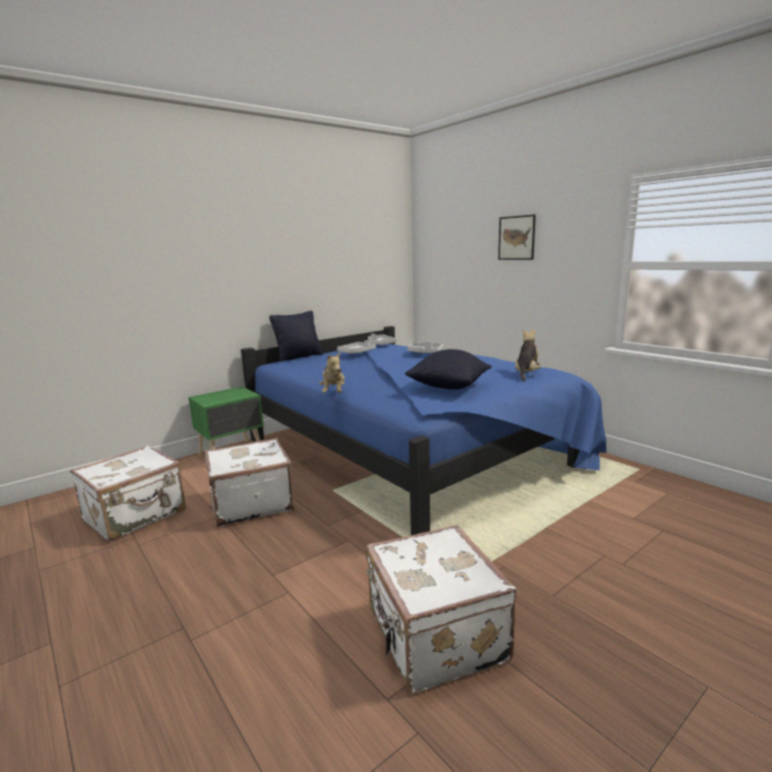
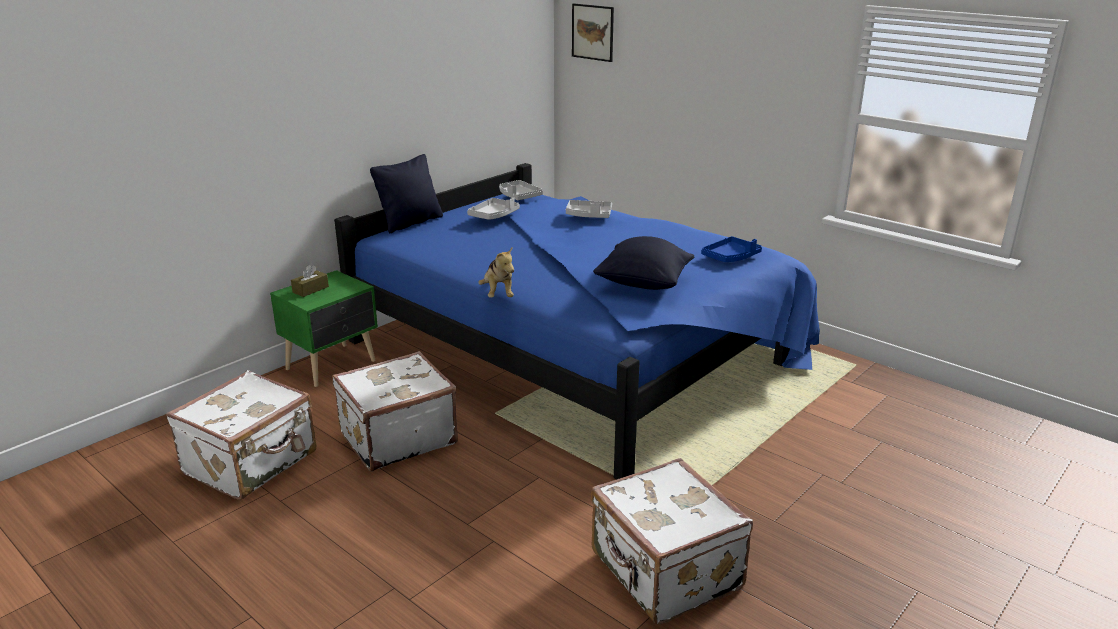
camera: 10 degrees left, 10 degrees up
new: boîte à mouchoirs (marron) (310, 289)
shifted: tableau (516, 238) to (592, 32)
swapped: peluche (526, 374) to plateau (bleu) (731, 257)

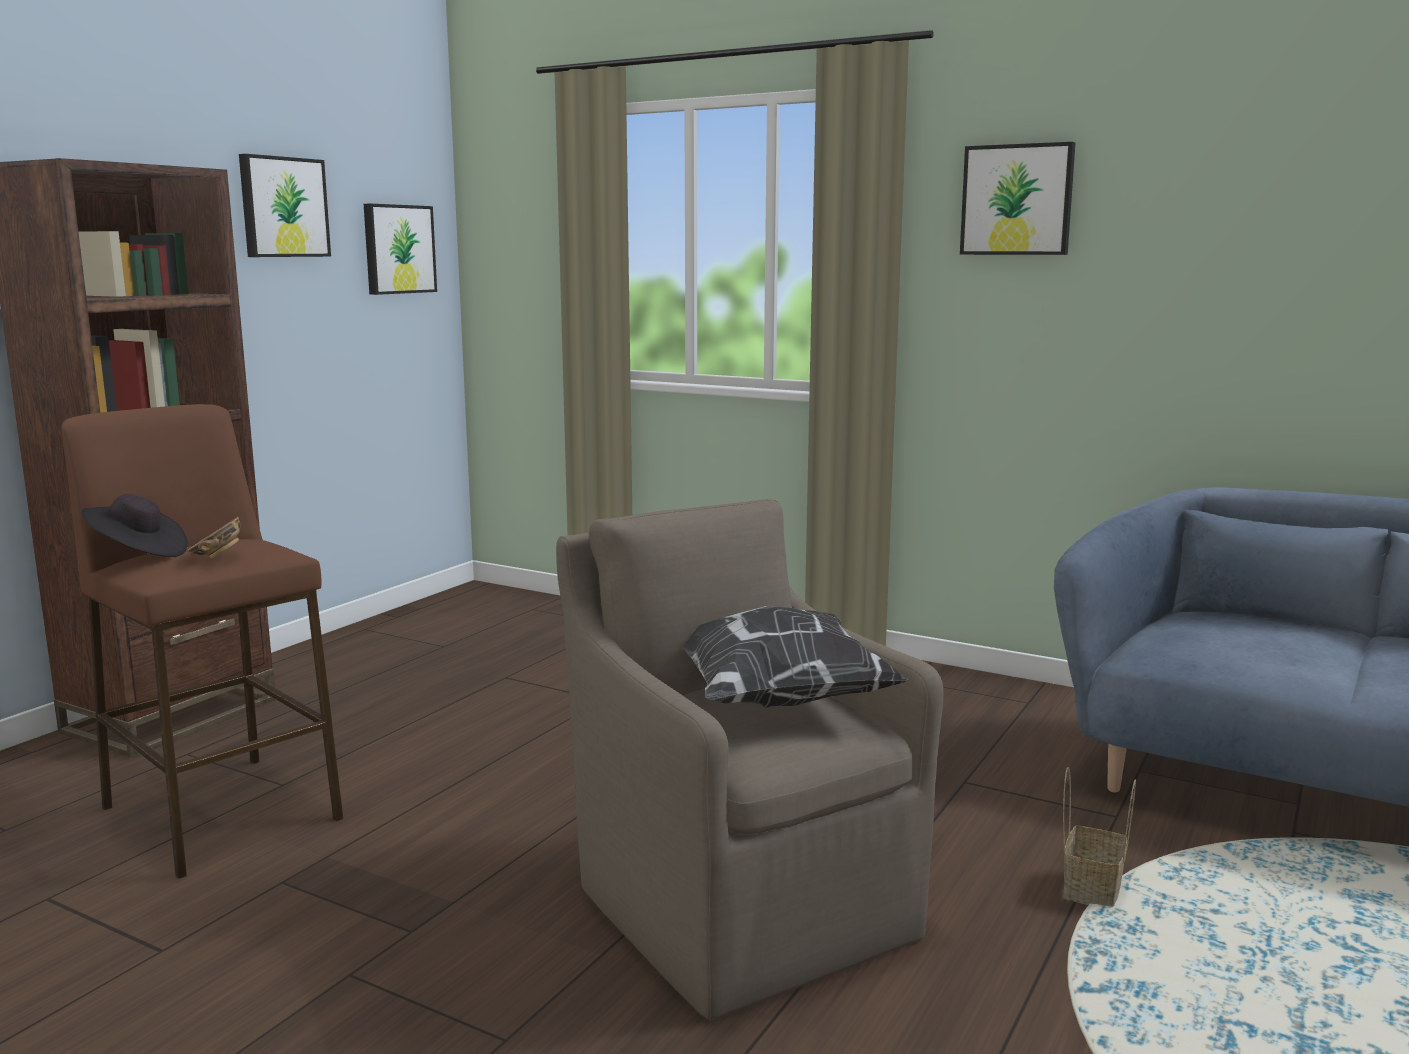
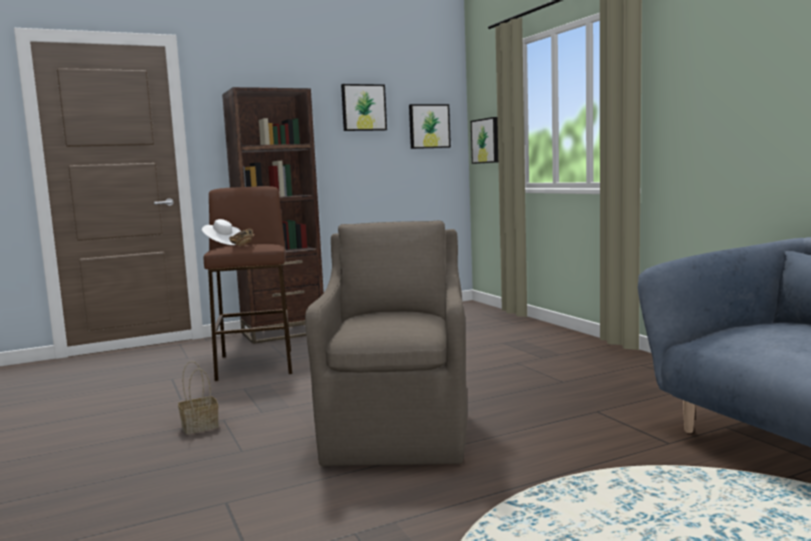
camera: 35 degrees right, 5 degrees down
gone: coussin (771, 700)
shifted: tableau (1017, 200) to (486, 141); panier (1091, 887) to (201, 426)
repainted: chapeau (noir) (138, 553) to chapeau (blanc) (223, 244)

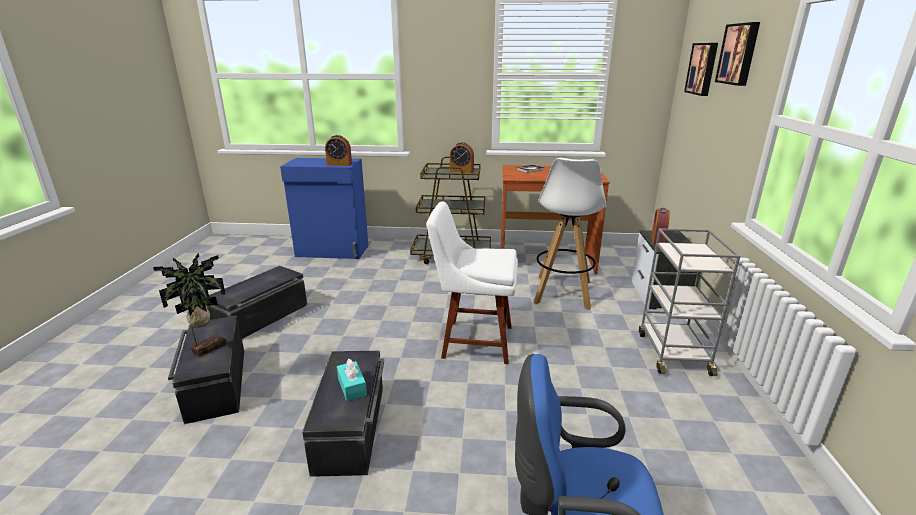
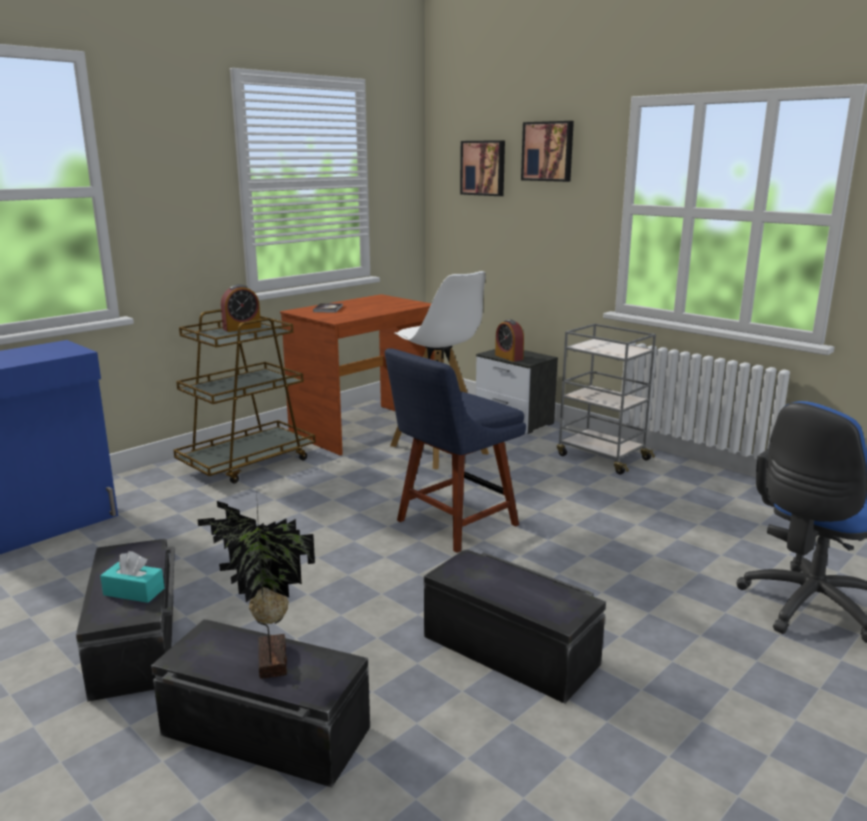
camera: 50 degrees left, 5 degrees down
gone: réveil (339, 164)
shifted: boîte à mouchoirs (turquoise) (352, 387) to (134, 592)
repainted: chaise (blanc) (473, 341) to chaise (bleu) (452, 524)

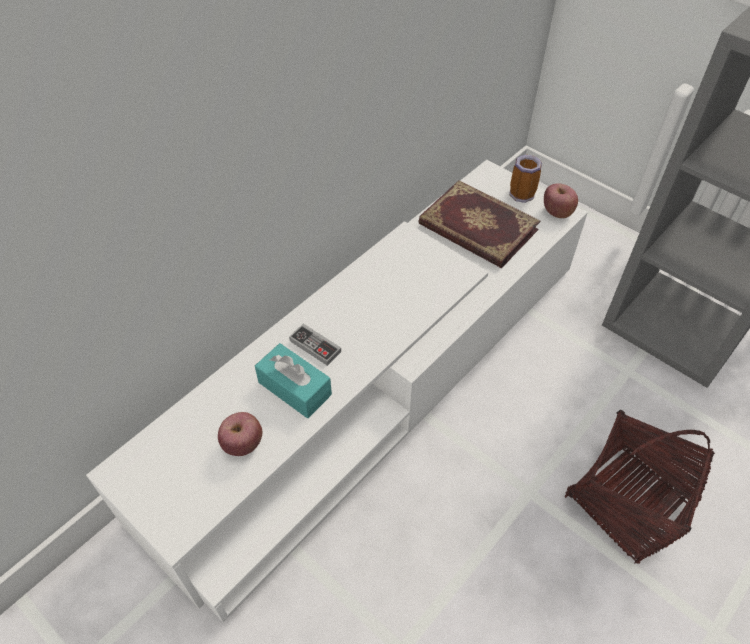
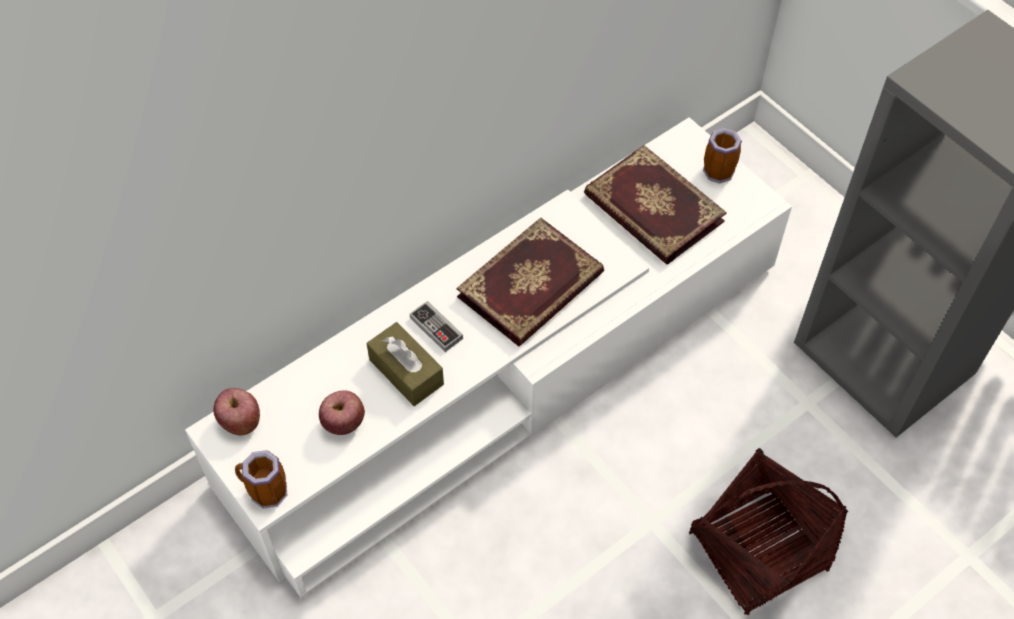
camera: 10 degrees right, 5 degrees up
new: mug (265, 493); livre (532, 286)
shifted: pomme (557, 212) to (241, 422)
repainted: boîte à mouchoirs (turquoise) (294, 388) to boîte à mouchoirs (marron) (406, 372)

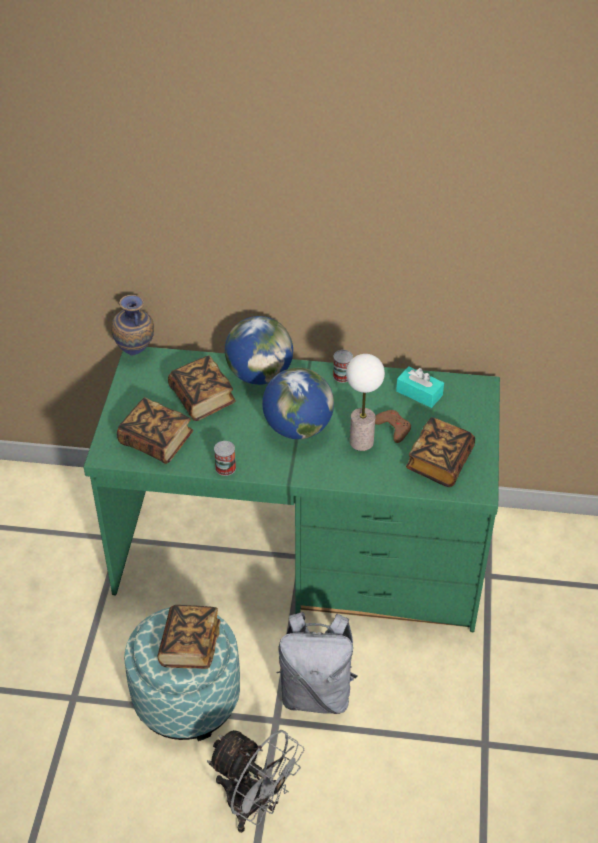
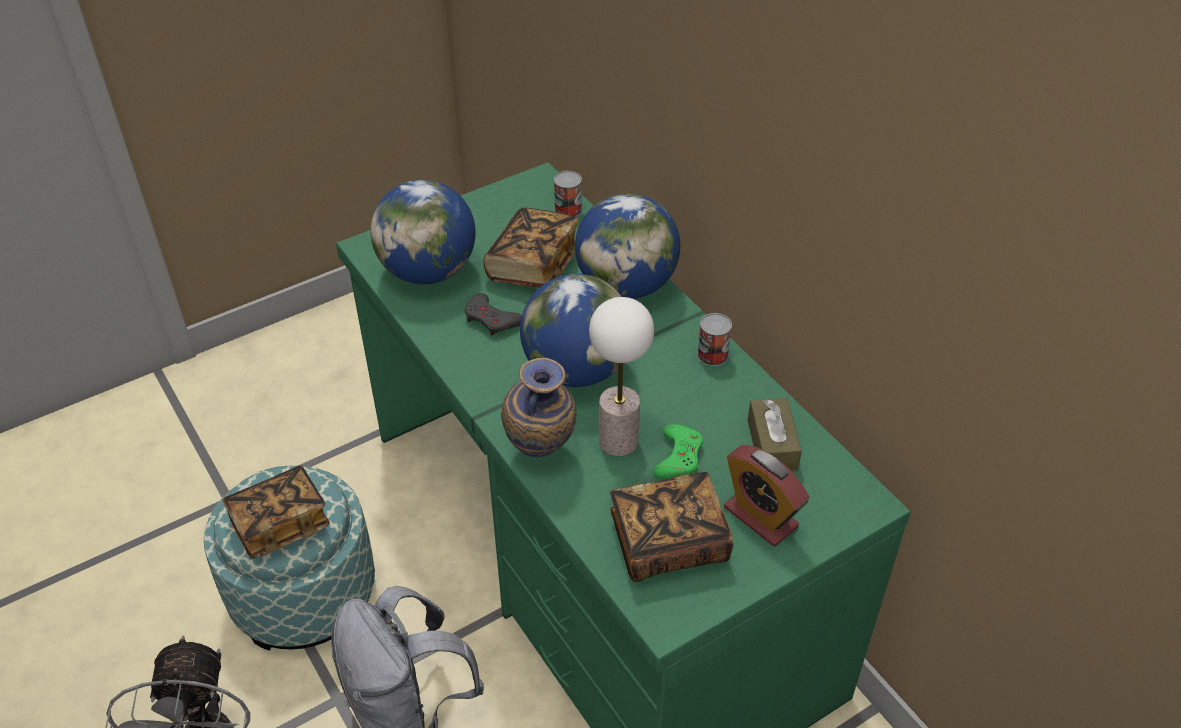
camera: 50 degrees right, 0 degrees up
new: manette (gris) (492, 319); réveil (760, 517)
shifted: vase (136, 353) to (541, 453); boîte métallique (225, 468) to (568, 209)
swapped: livre (156, 441) to globe (428, 271)
repainted: manette (marron) (393, 428) to manette (vert) (678, 457); boîte à mouchoirs (turquoise) (419, 393) to boîte à mouchoirs (marron) (772, 445)

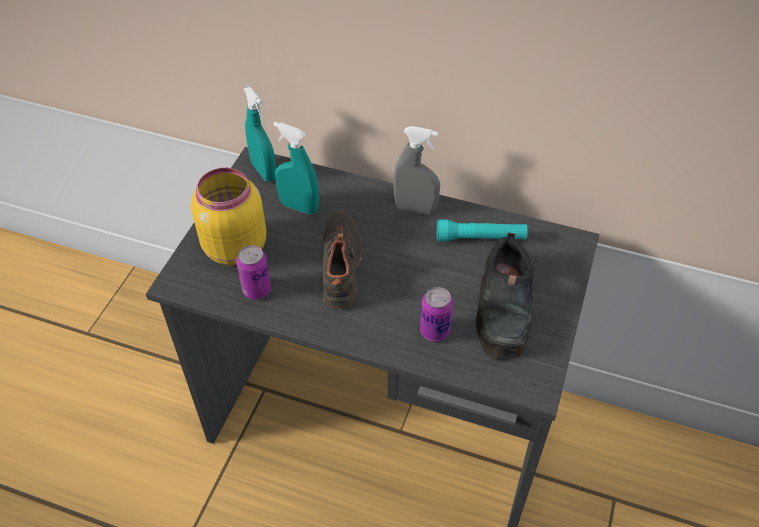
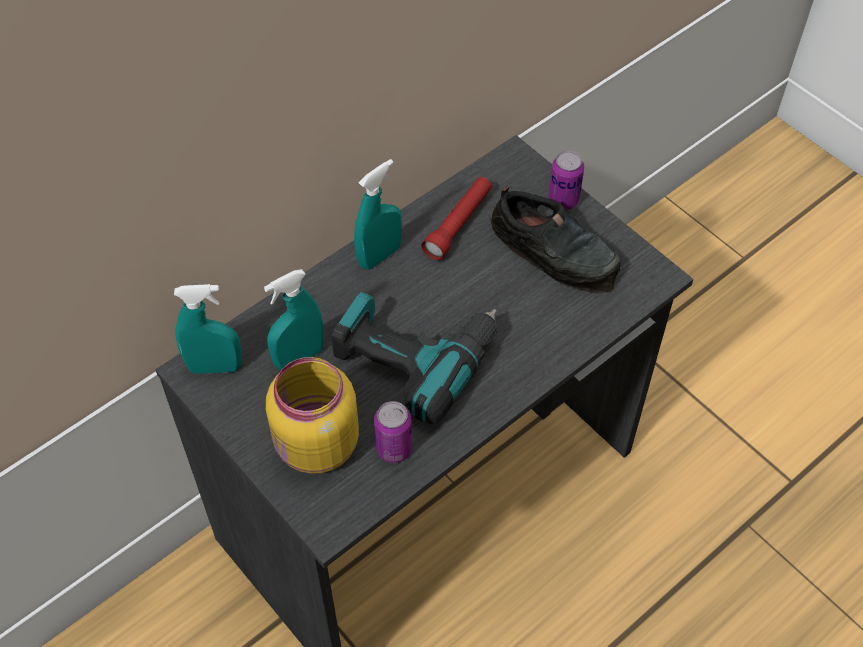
camera: 60 degrees left, 5 degrees up
shifted: boîte métallique (434, 331) to (563, 200)
swapped: chaussure (noir) (343, 266) to perceuse (414, 356)
repainted: vaporisateur (gris) (415, 208) to vaporisateur (turquoise) (379, 256); lampe de poche (turquoise) (480, 238) to lampe de poche (rouge) (458, 224)

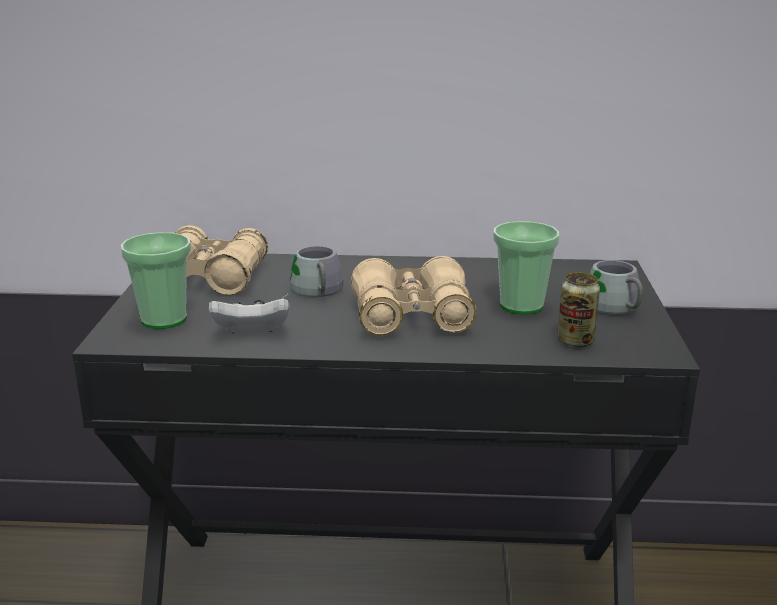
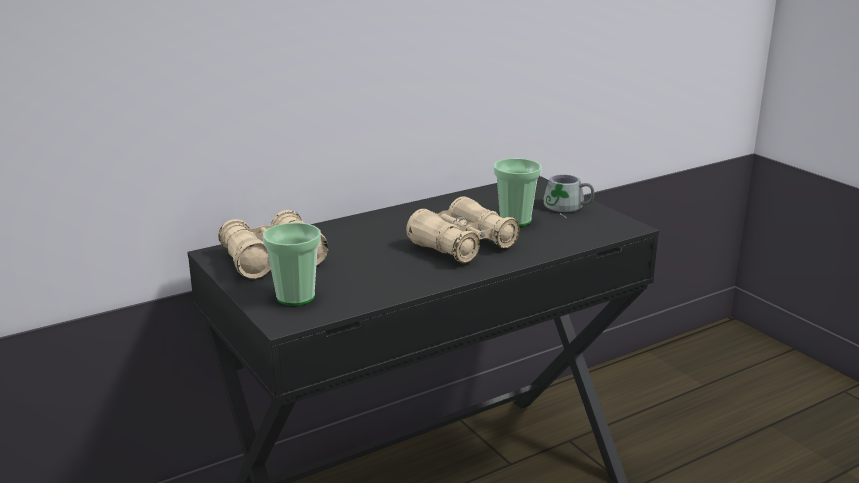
camera: 35 degrees left, 0 degrees up
gone: manette (blanc) (251, 333); mug (gris) (312, 291); boîte métallique (575, 341)

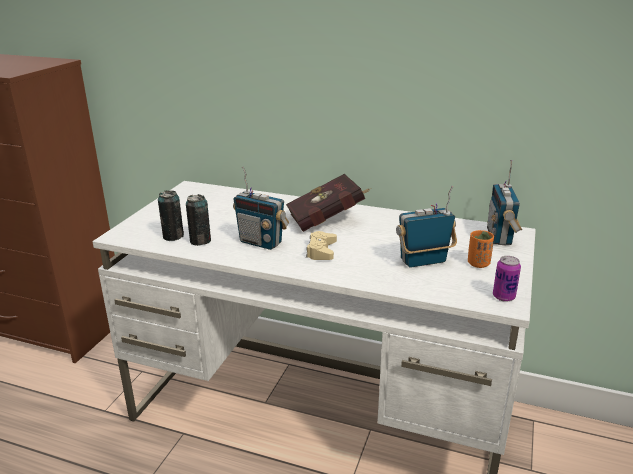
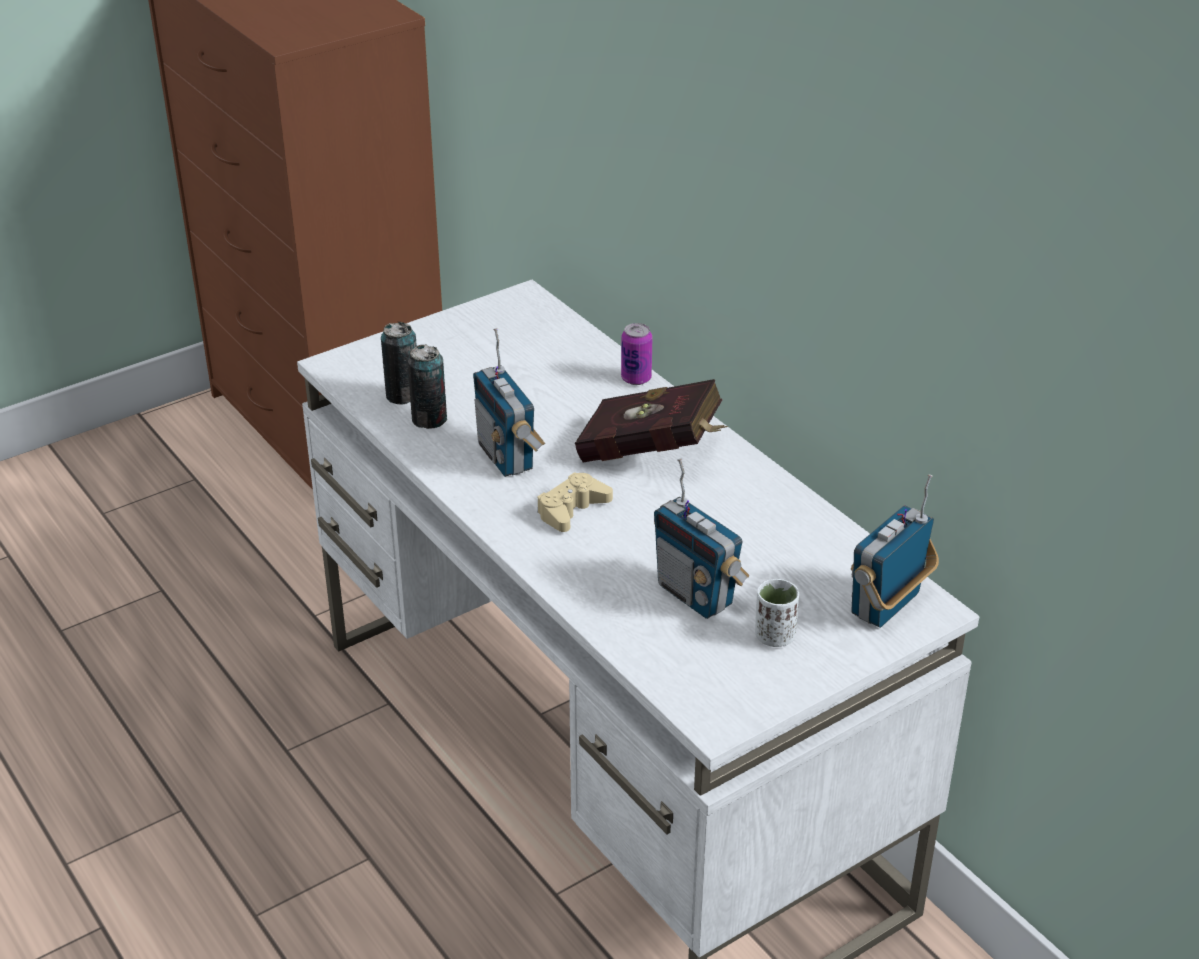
camera: 35 degrees right, 10 degrees up
shifted: boîte métallique (503, 297) to (636, 378)
repainted: tasse (orange) (478, 263) to tasse (blanc) (774, 636)
rotated: radio (423, 261) = (696, 595) 150 degrees counterclockwise

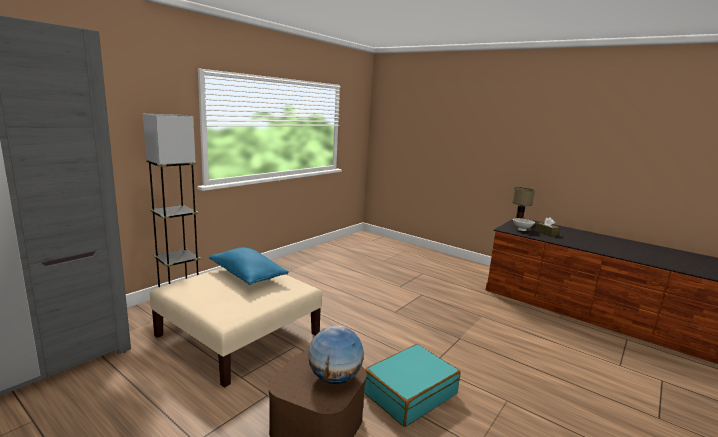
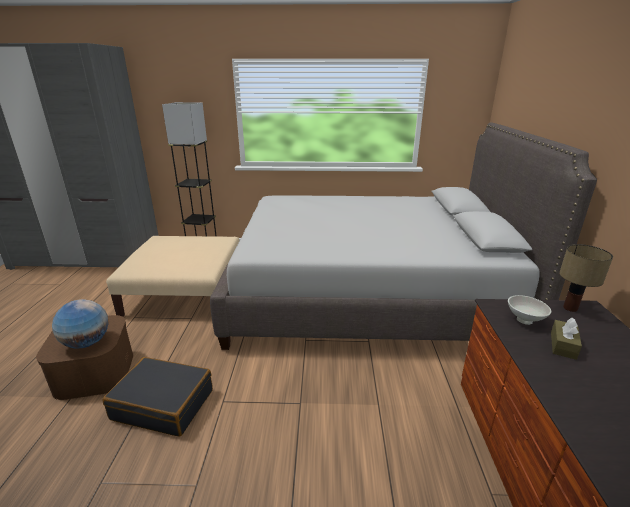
camera: 55 degrees right, 10 degrees up
gone: coussin (bleu) (247, 276)
new: lit (gris) (367, 295)
repainted: valise (turquoise) (409, 393) to valise (noir) (164, 404)

